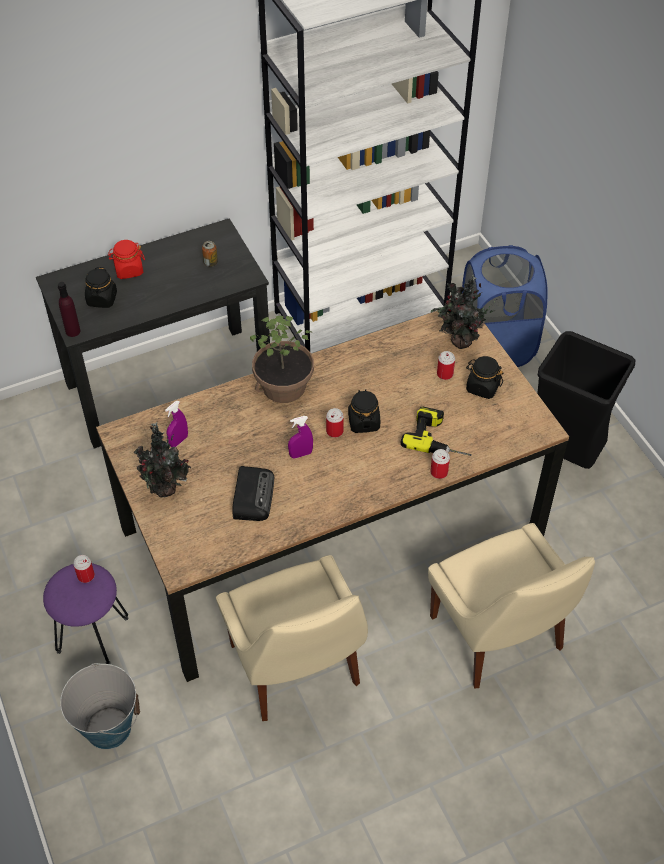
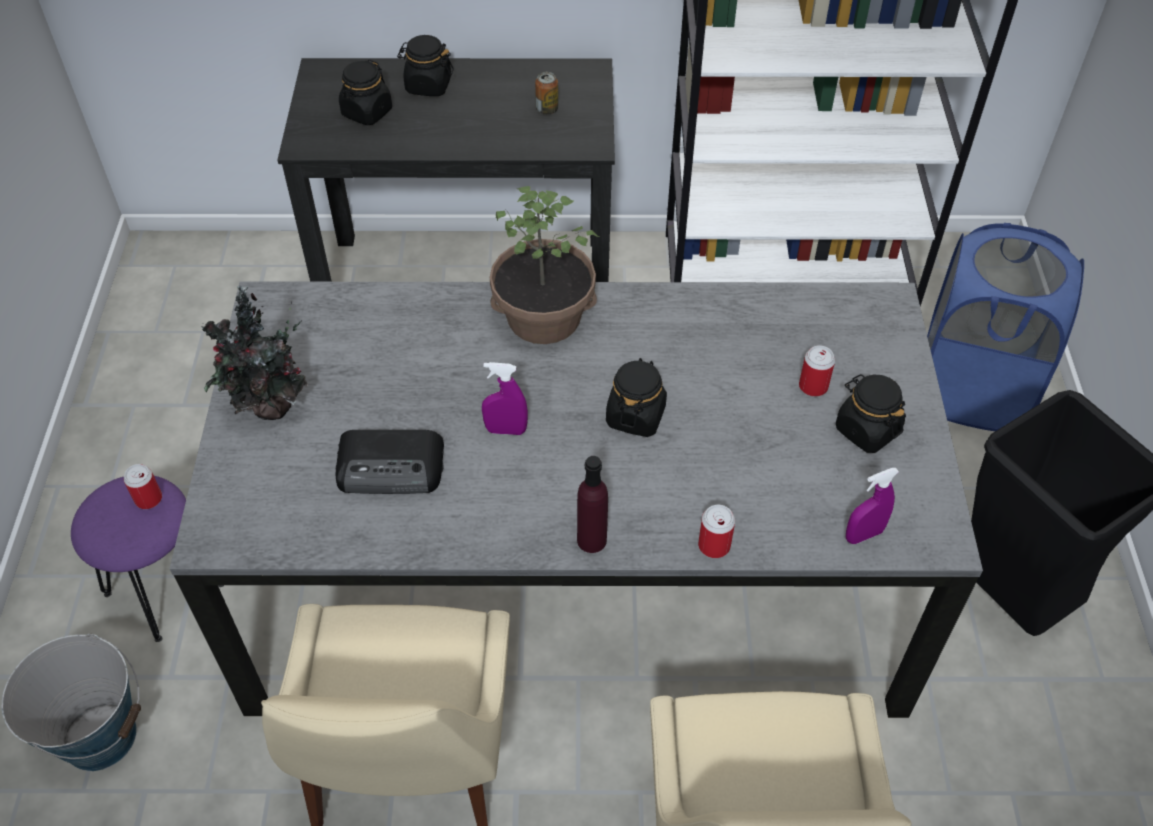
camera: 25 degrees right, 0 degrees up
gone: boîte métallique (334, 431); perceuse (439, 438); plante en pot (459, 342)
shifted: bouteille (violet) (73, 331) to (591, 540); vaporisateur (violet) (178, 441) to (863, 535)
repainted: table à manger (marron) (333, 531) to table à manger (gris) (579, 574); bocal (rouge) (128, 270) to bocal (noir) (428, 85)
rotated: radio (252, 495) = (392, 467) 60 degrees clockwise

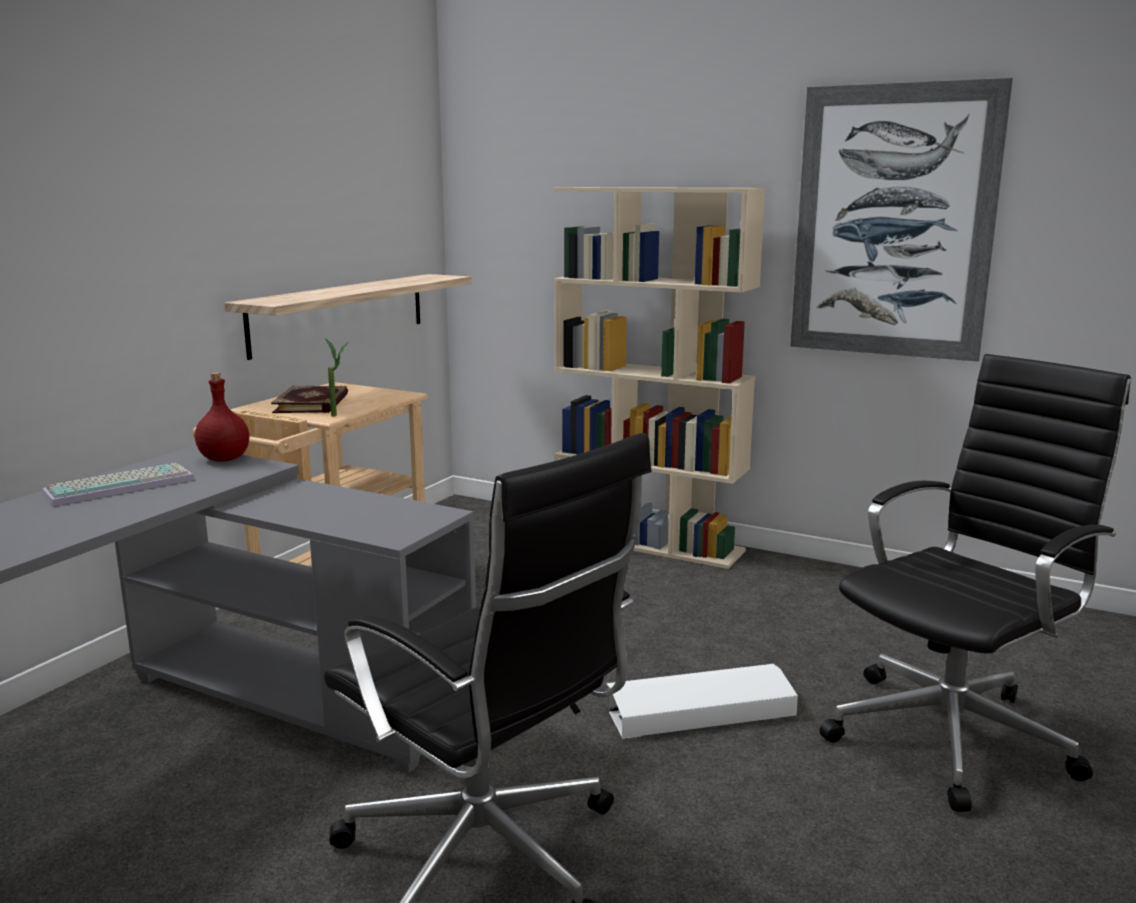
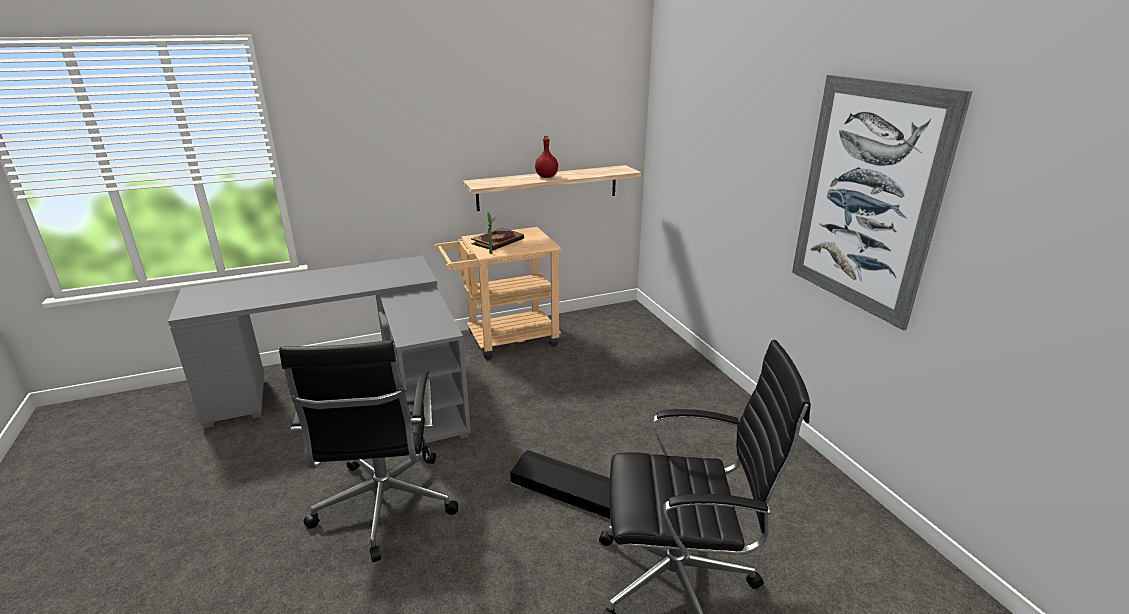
camera: 40 degrees right, 10 degrees up
gone: clavier (121, 485); bibliothèque (beige) (649, 542)
shifted: bouteille (rouge) (224, 459) to (546, 176)
repainted: boîte de rangement (blanc) (699, 711) to boîte de rangement (noir) (566, 488)

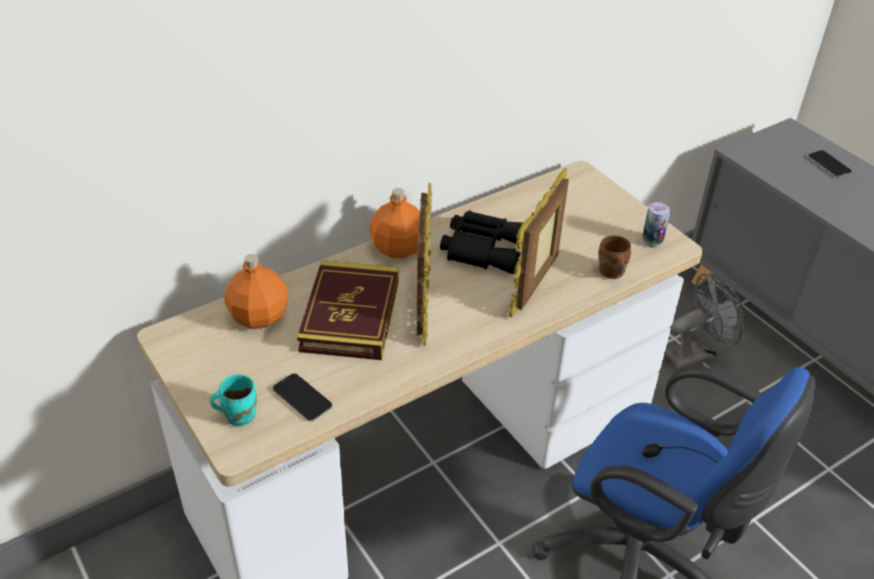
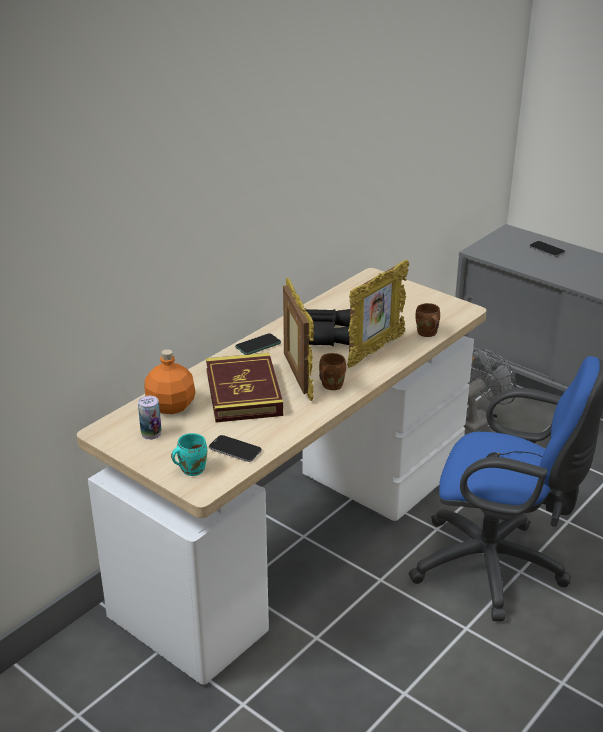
camera: 15 degrees left, 10 degrees down
new: mug (marron) (330, 385)
shifted: boîte métallique (652, 241) to (151, 434)
swapped: bouteille (orange) (399, 249) to téléphone (258, 345)
rotated: cadre photo (535, 286) = (375, 351) 150 degrees counterclockwise

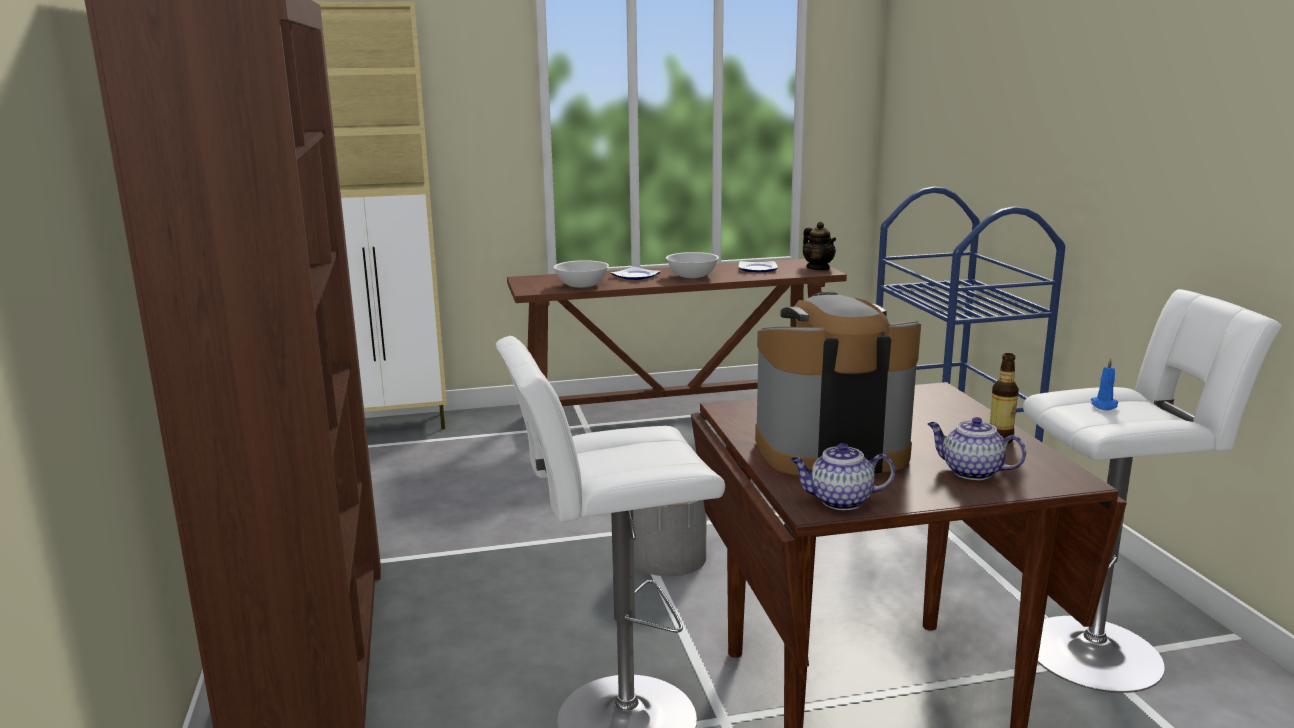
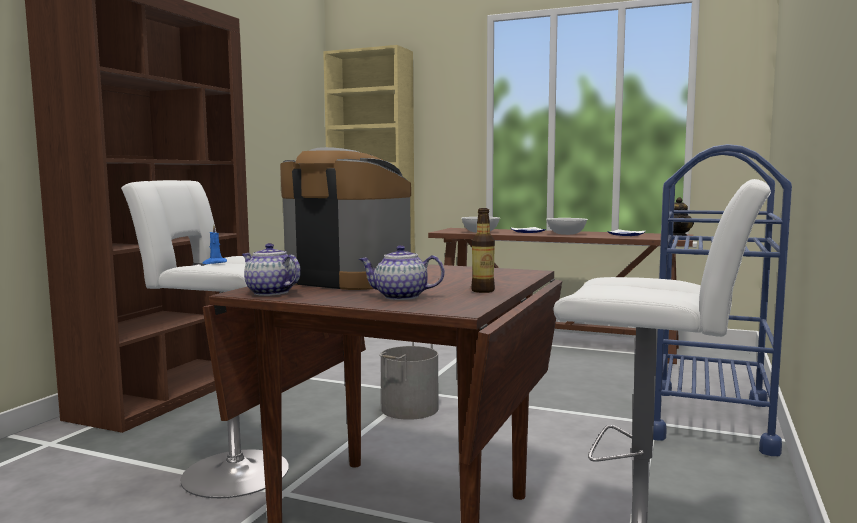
camera: 35 degrees right, 10 degrees down
shifted: bougie (bleu) (1104, 405) to (214, 263)
rotated: théière (970, 472) = (400, 297) 60 degrees counterclockwise

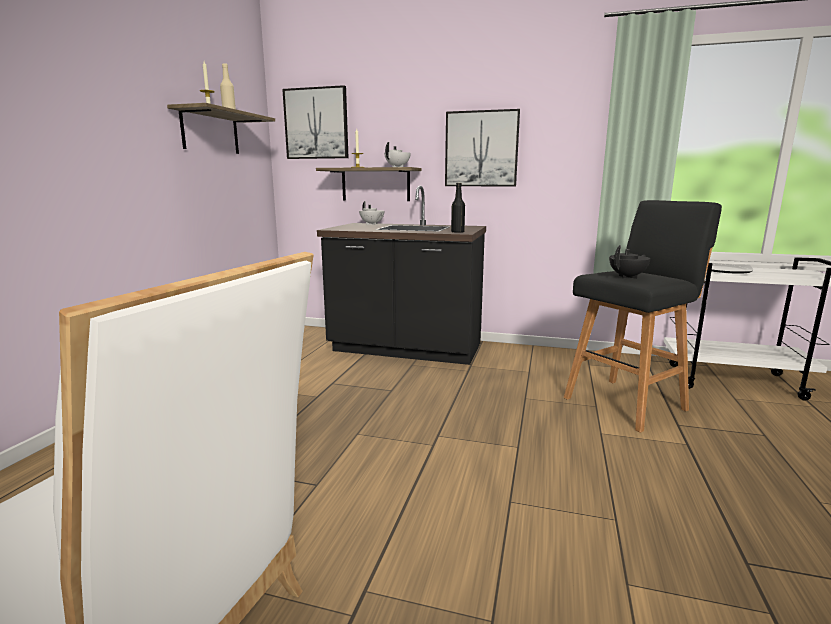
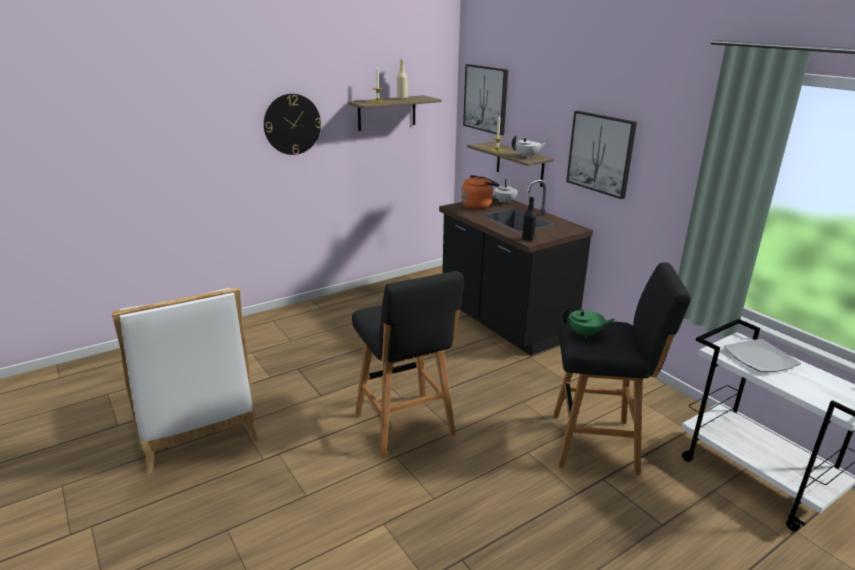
camera: 40 degrees right, 10 degrees up
new: horloge murale (292, 124); tabouret (noir) (405, 427); bouilloire (orange) (478, 205)
repainted: théière (noir) (628, 277) to théière (vert) (585, 334)

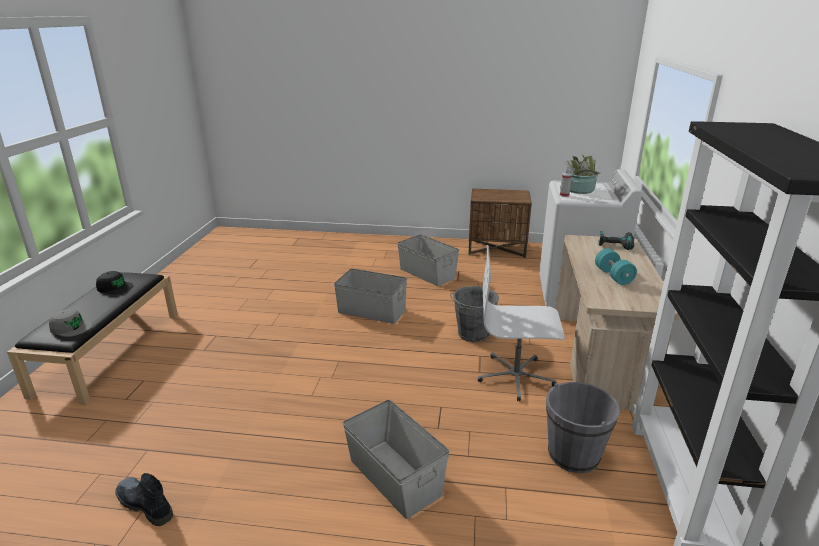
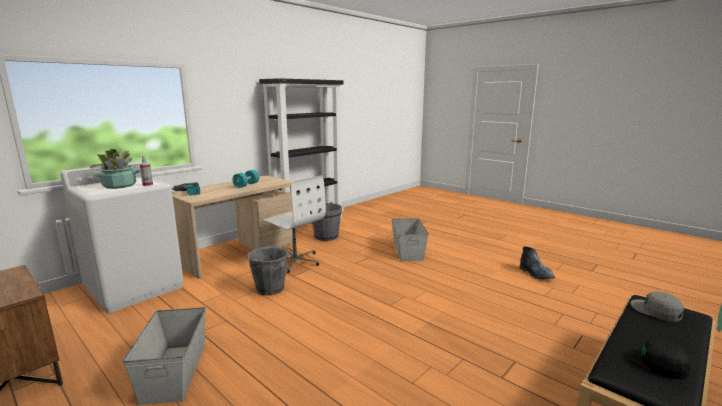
camera: 145 degrees left, 10 degrees down
gone: boîte de rangement (gris) (372, 311)

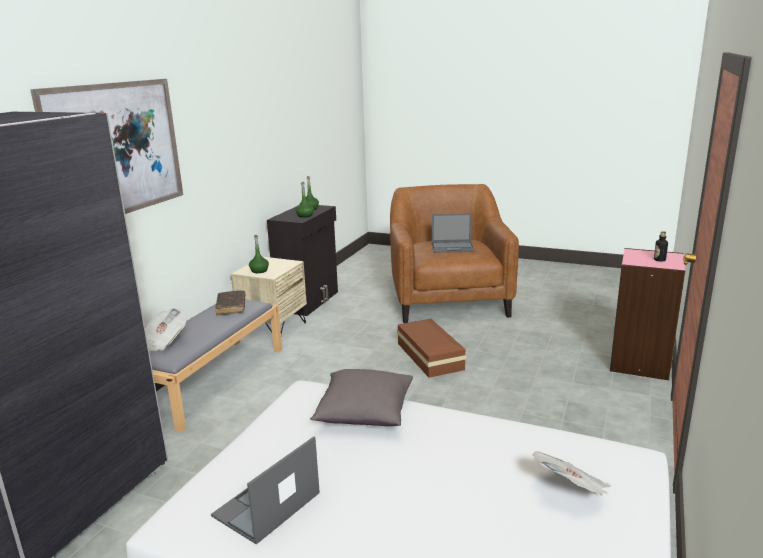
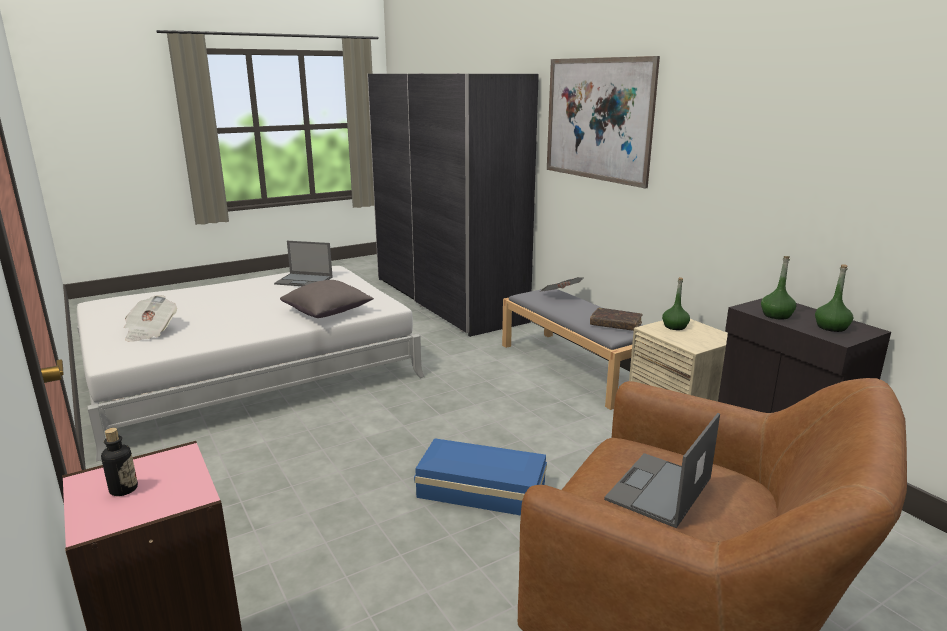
camera: 125 degrees right, 0 degrees up
repainted: boîte de rangement (marron) (429, 357) to boîte de rangement (bleu) (480, 489)
rotated: ordinateur portable (266, 505) = (304, 280) 120 degrees clockwise

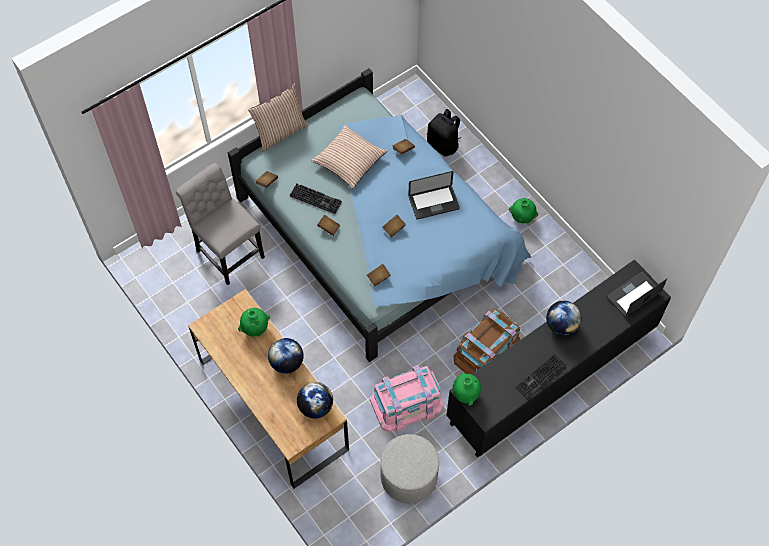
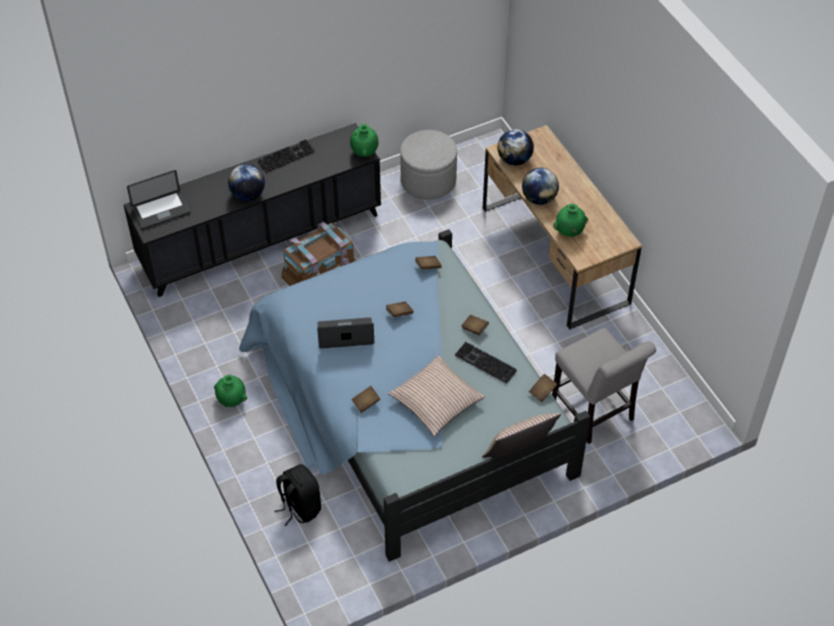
camera: 170 degrees left, 10 degrees down
gone: boîte de rangement (rose) (406, 404)

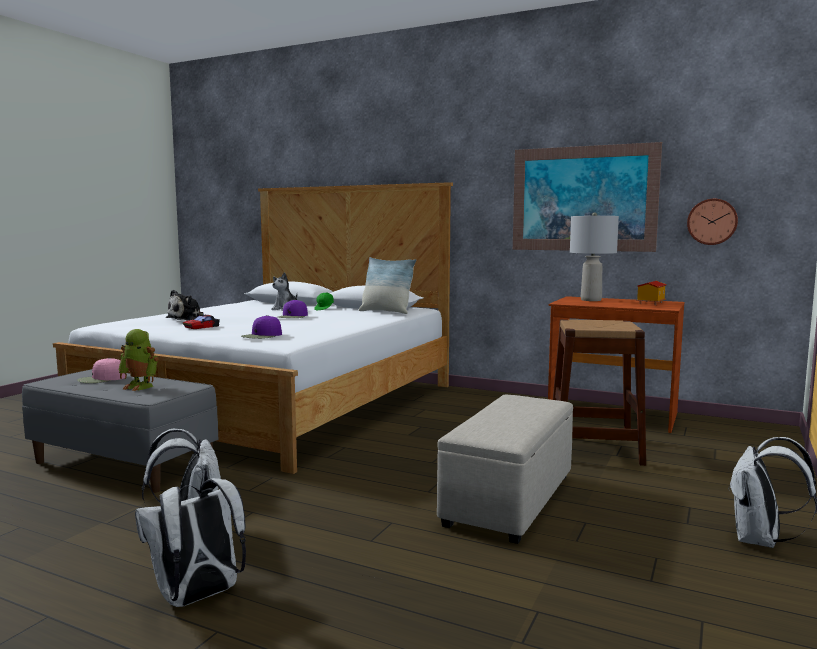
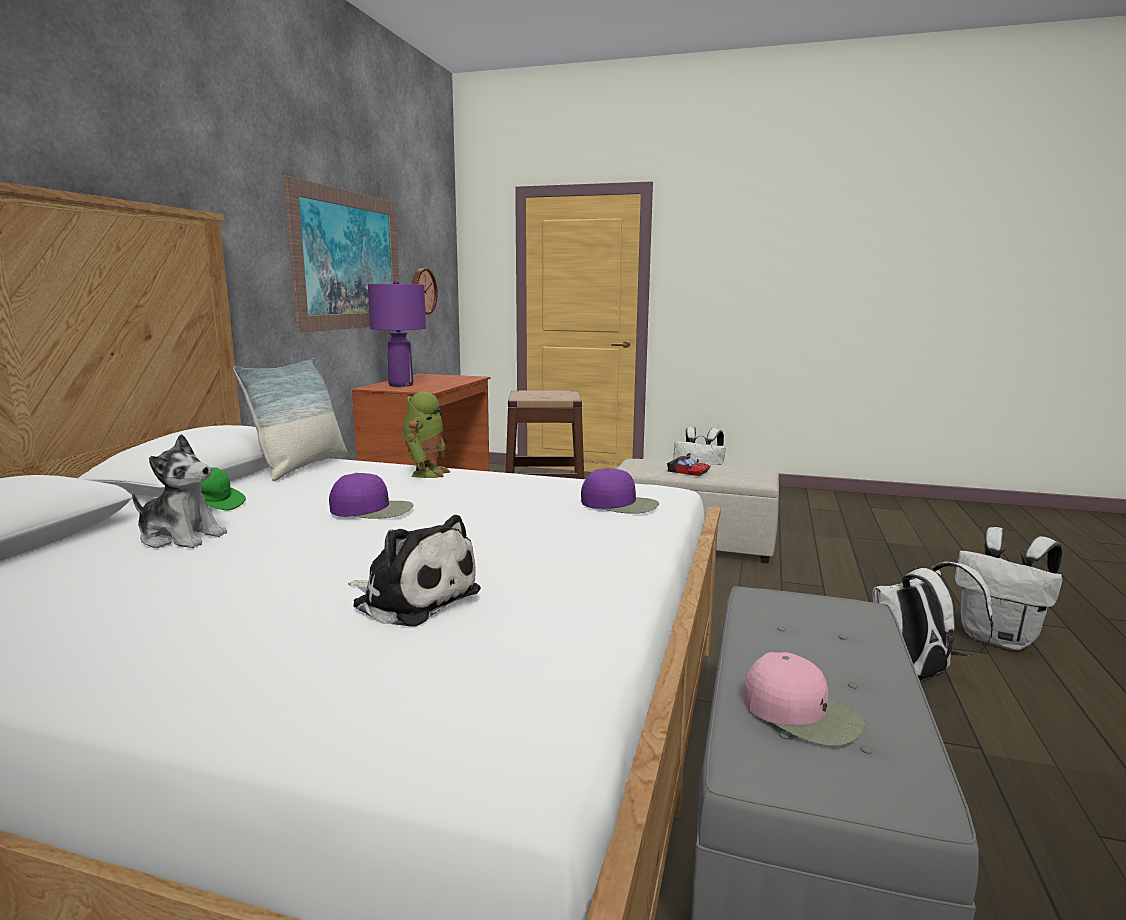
camera: 100 degrees left, 5 degrees up
gone: maison miniature (650, 303)
shifted: robot jouet (140, 386) to (426, 473); petite voiture (201, 327) to (688, 471)
repainted: lampe de table (gris) (591, 300) to lampe de table (violet) (400, 385)

